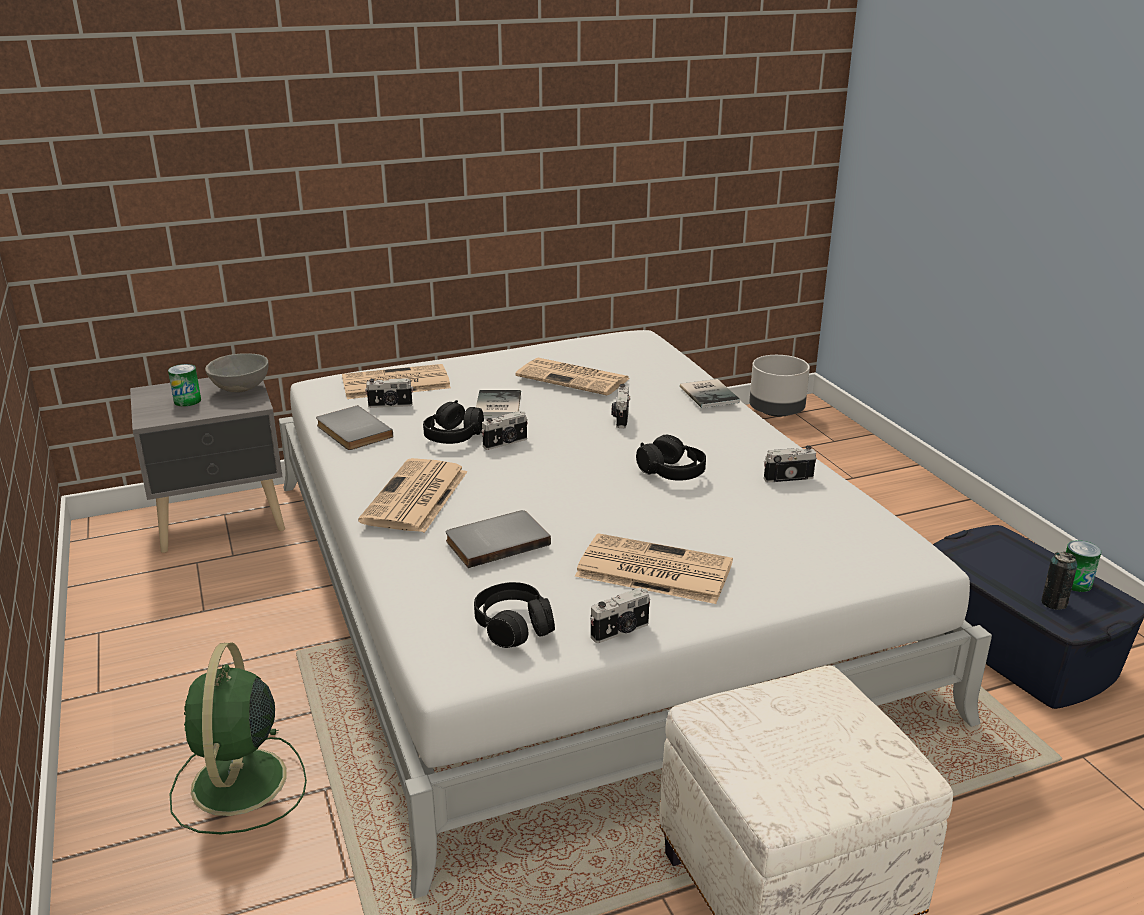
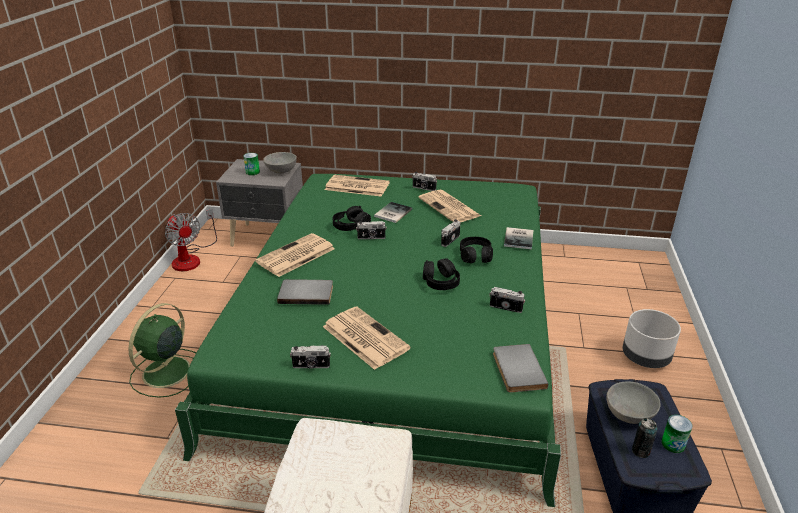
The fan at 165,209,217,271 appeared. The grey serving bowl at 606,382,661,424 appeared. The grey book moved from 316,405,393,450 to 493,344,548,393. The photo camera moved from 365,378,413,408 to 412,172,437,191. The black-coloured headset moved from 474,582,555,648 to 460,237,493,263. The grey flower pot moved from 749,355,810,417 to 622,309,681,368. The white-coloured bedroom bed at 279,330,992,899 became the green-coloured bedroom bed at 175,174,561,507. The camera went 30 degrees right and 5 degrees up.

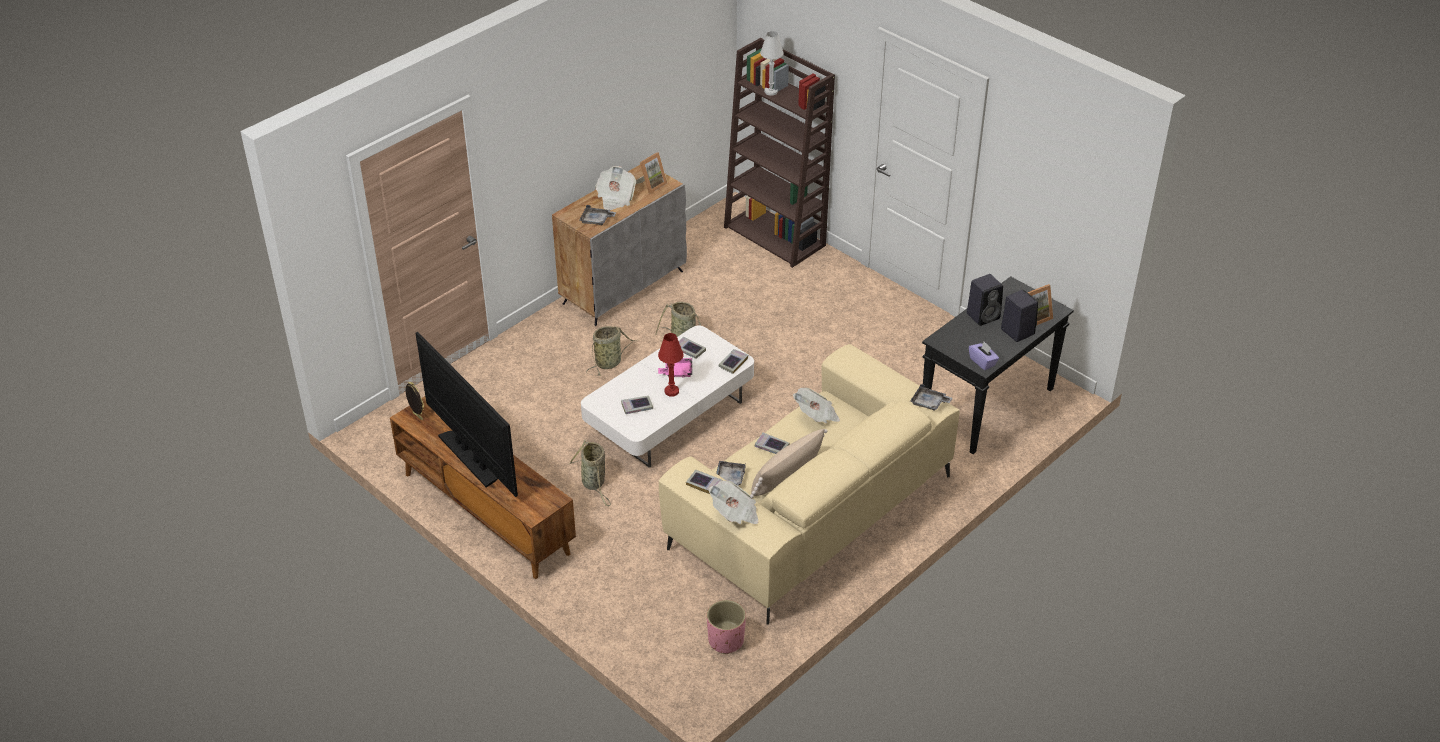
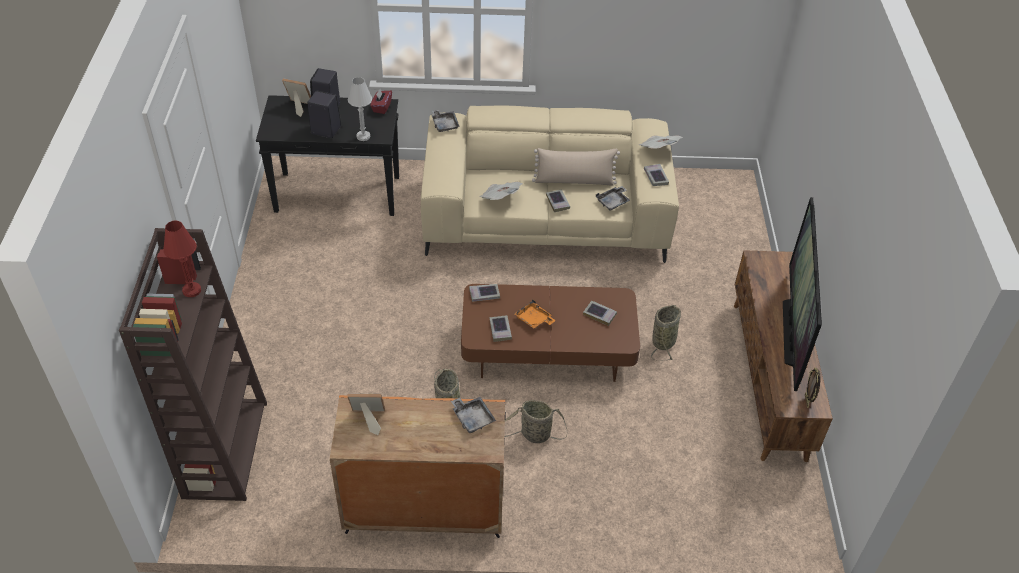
The daily paper at 595,166,636,210 disappeared. The pinkish flower pot at 707,600,746,654 disappeared. The red table lamp moved from 658,333,684,396 to 163,221,201,297. The white-coloured table lamp moved from 760,31,784,96 to 348,77,372,141. The grey storage cabinet at 552,165,687,326 became the orange storage cabinet at 330,395,506,538. The white-coloured low table at 581,326,754,468 became the brown-coloured low table at 461,284,640,382. The pinkish serving tray at 658,358,692,377 became the orange serving tray at 514,299,556,329. The purplish box of tissues at 969,342,999,370 became the red box of tissues at 370,89,392,114. The camera went 135 degrees left and 5 degrees up.

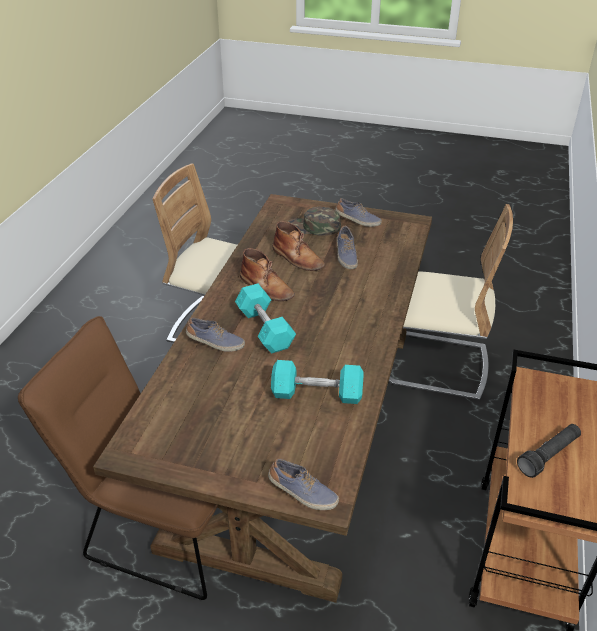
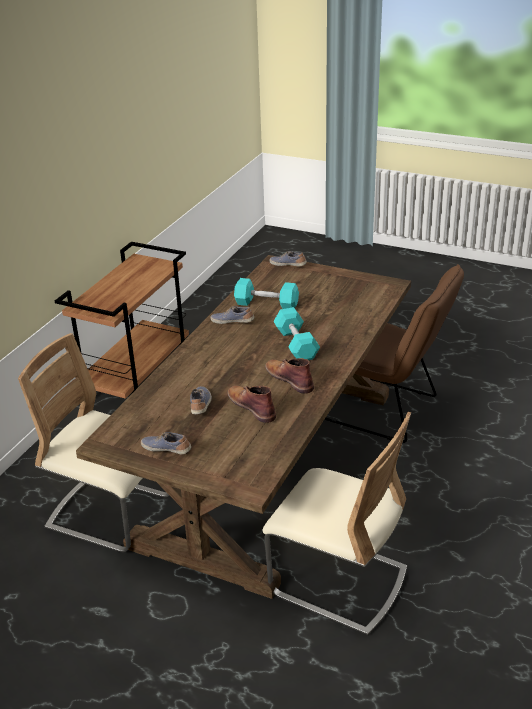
The green-coloured baseball cap at 288,207,341,236 disappeared. The black-coloured flashlight at 517,424,581,478 disappeared. The low shoe moved from 186,317,245,352 to 210,306,254,324. The camera went 170 degrees left and 5 degrees down.

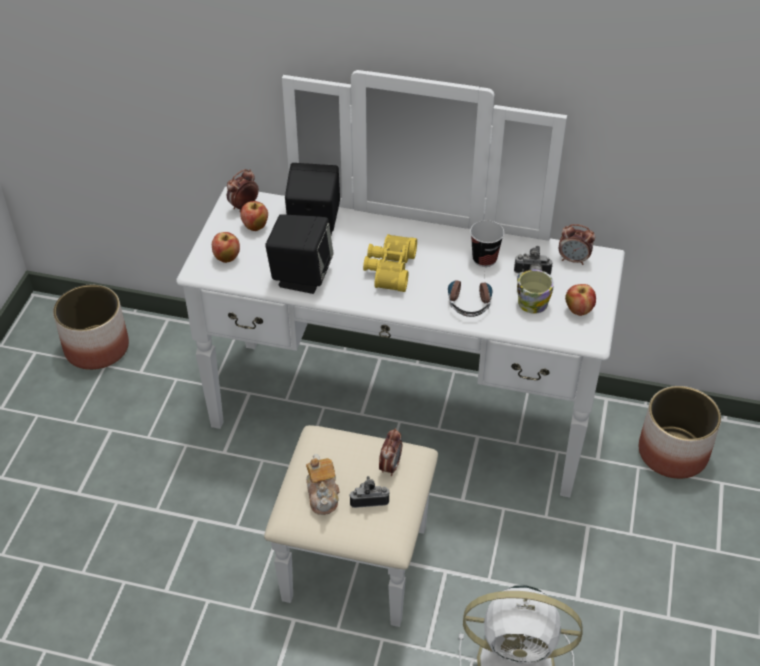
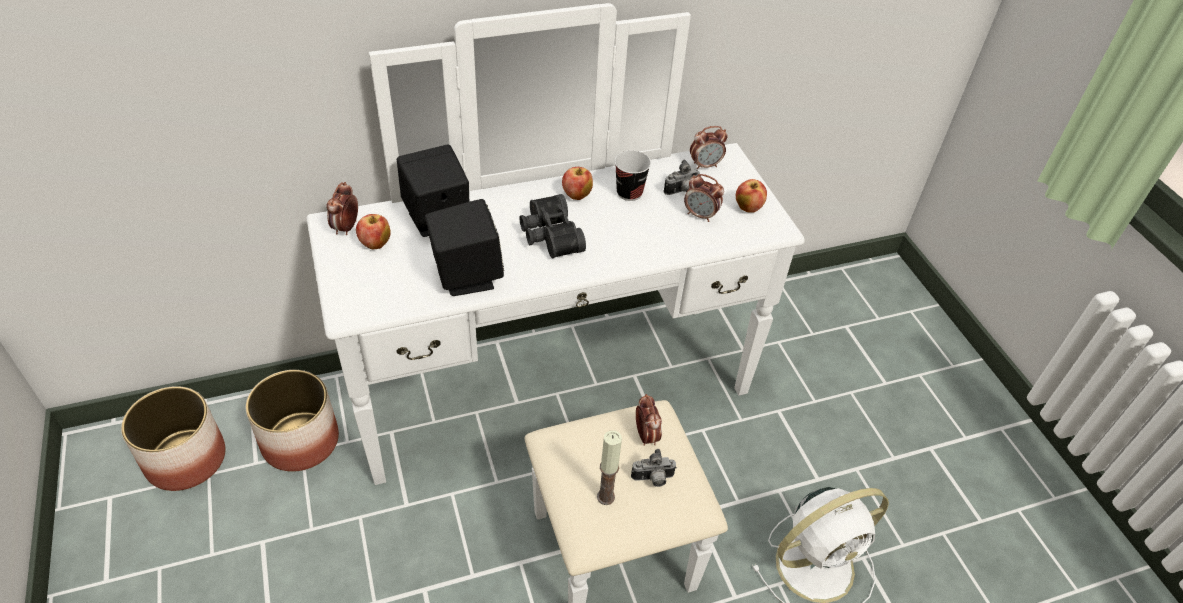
The headset at 448,271,492,317 disappeared. The apple fruit moved from 212,232,240,263 to 562,167,593,200. The flower pot moved from 639,386,721,479 to 246,370,339,472. The pot for tea at 306,454,340,515 was replaced by the wax candle at 597,430,622,505. The mug at 517,270,554,314 was replaced by the bedside clock at 684,174,724,222. The yellow field glasses at 363,234,417,292 became the black-coloured field glasses at 519,194,586,258. The photo camera at 349,476,390,508 turned 150 degrees counterclockwise. The camera went 35 degrees left and 0 degrees up.

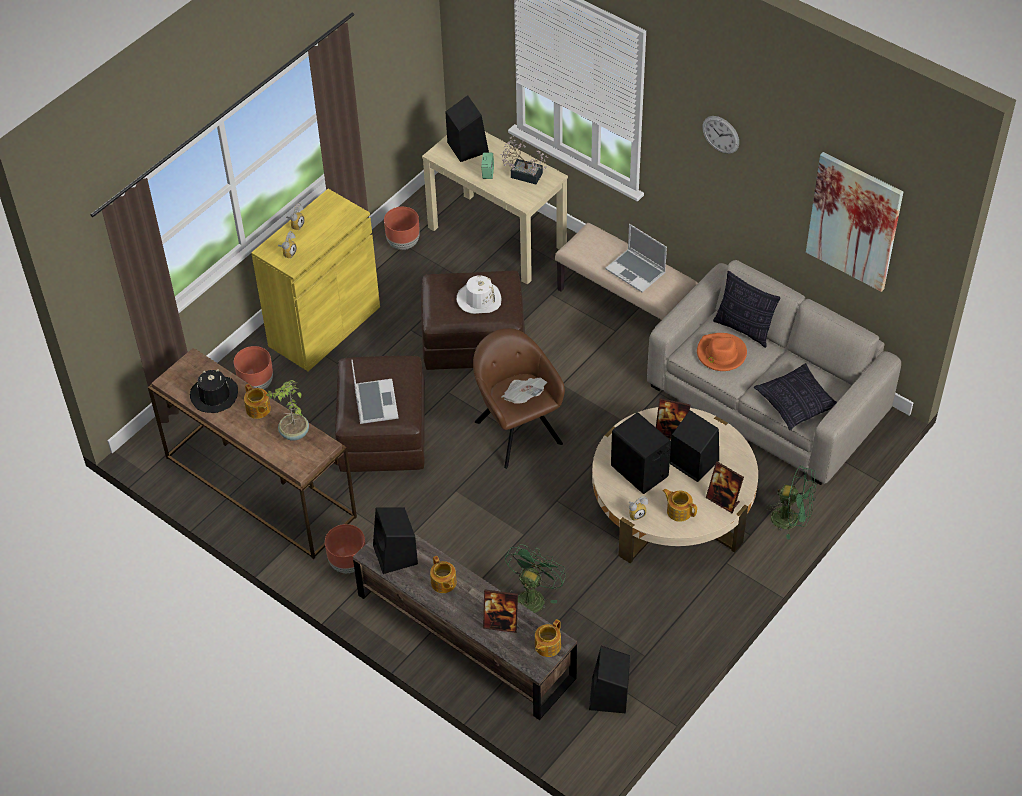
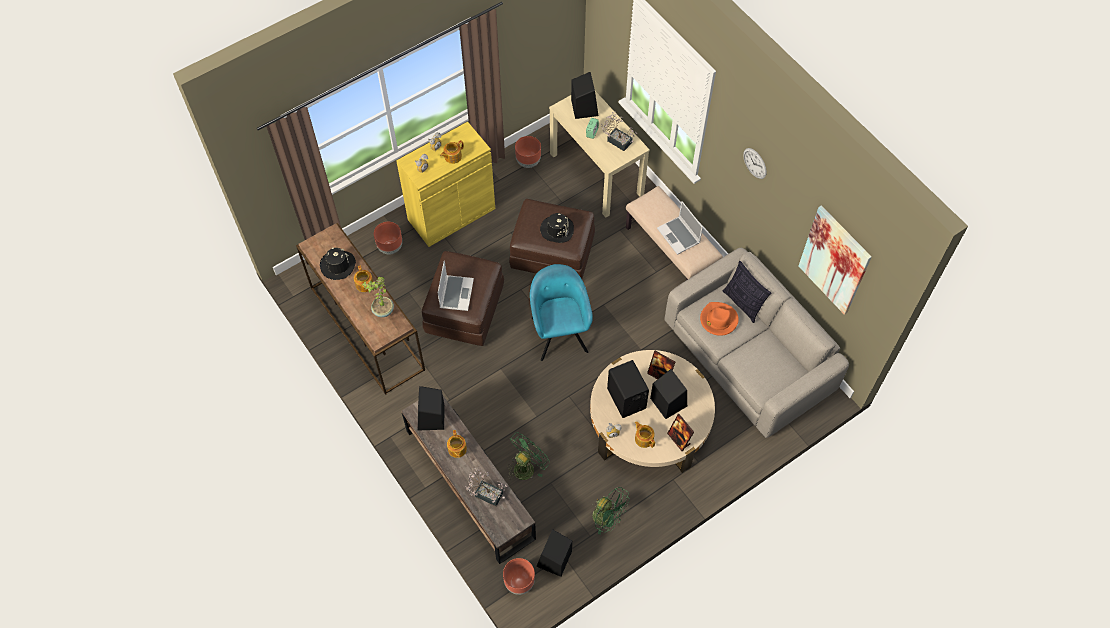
The daily paper at 501,378,547,404 disappeared. The throw pillow at 754,363,837,430 disappeared. The brown-coloured flower pot moved from 325,524,365,573 to 503,558,535,595. The pot for tea moved from 535,619,561,657 to 440,140,464,164. The green-coloured fan moved from 765,465,816,540 to 592,487,630,535. The photo frame at 483,589,518,633 was replaced by the houseplant at 465,467,508,506. The white-coloured clothing hat at 457,275,501,314 became the black-coloured clothing hat at 540,213,574,243. The brown-coloured easy chair at 473,328,565,469 became the blue-green easy chair at 530,264,593,361. The camera went 15 degrees right and 10 degrees up.

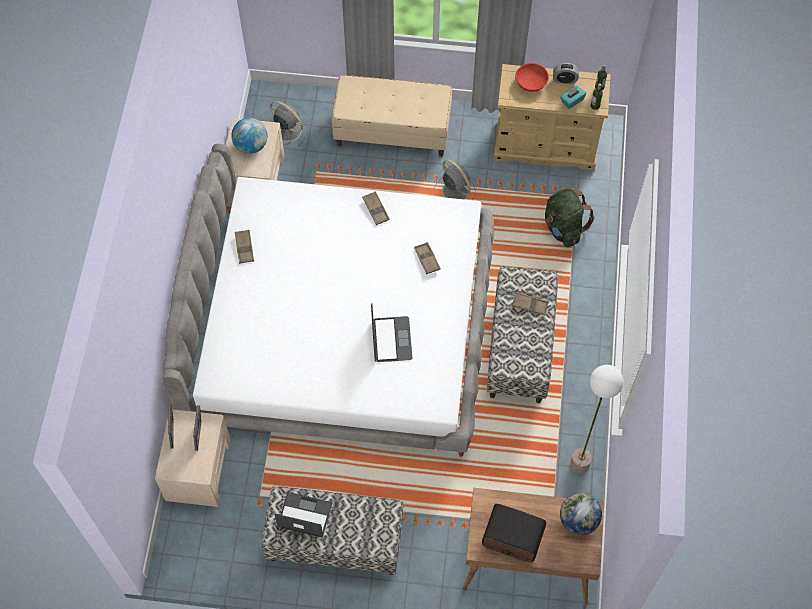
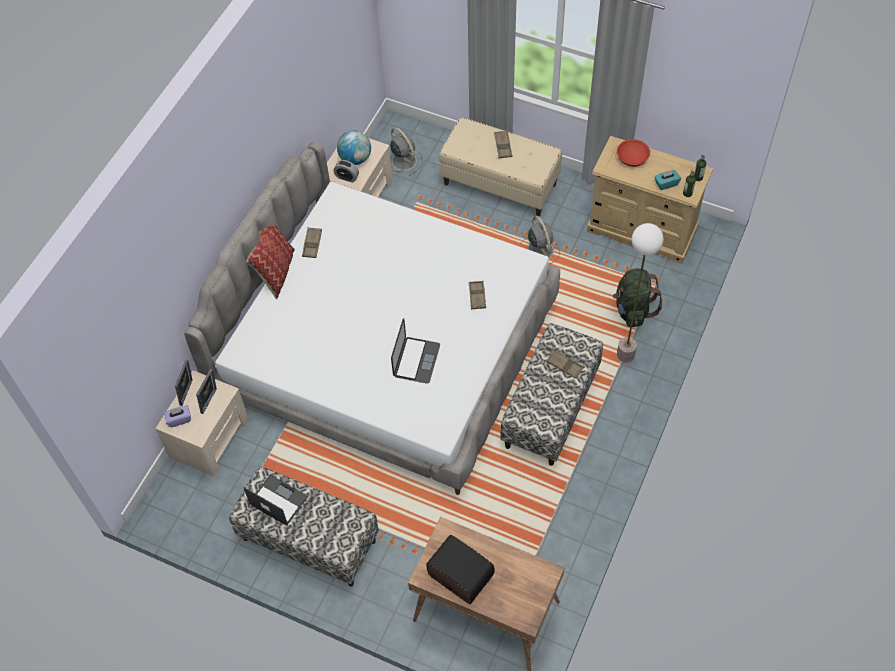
The desk globe at 560,493,602,535 disappeared. The purplish box of tissues at 164,405,191,427 appeared. The throw pillow at 246,225,295,299 appeared. The brown-coloured serving tray moved from 362,191,390,225 to 494,131,512,158. The bedside clock moved from 553,63,579,84 to 333,160,359,183. The floor lamp moved from 570,365,624,474 to 617,223,663,363. The camera went 20 degrees right and 5 degrees down.

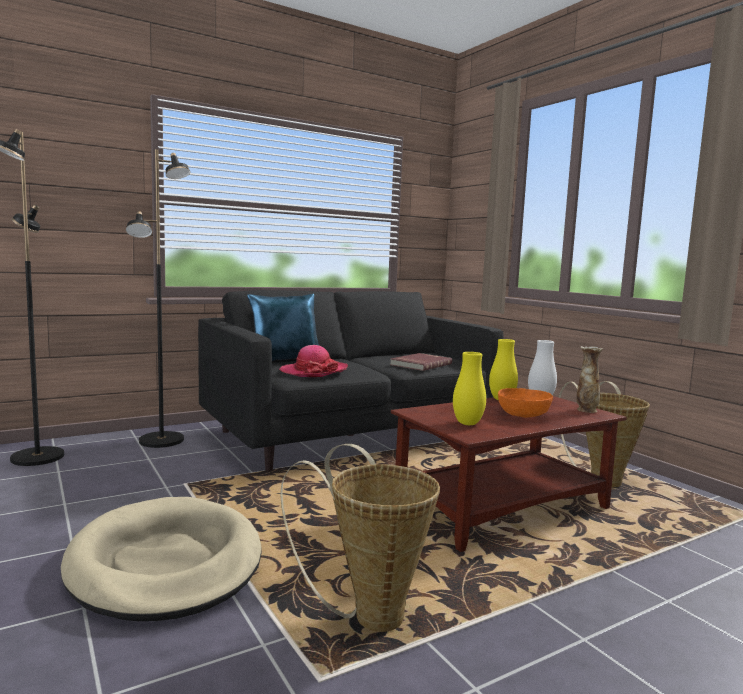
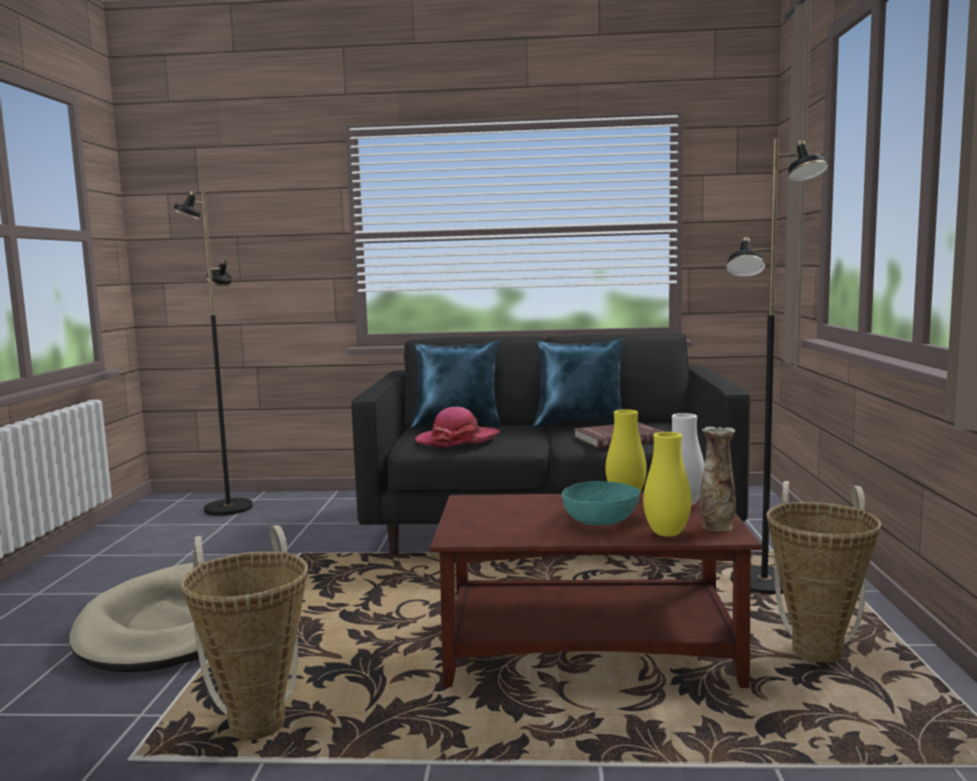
The blue-coloured throw pillow at 533,339,624,428 appeared. The black-coloured floor lamp moved from 126,149,190,448 to 726,139,828,594. The yellow flower vase moved from 453,352,486,425 to 643,432,691,537. The orange serving bowl at 498,388,553,418 became the blue-green serving bowl at 562,481,640,525. The camera went 35 degrees right and 0 degrees up.

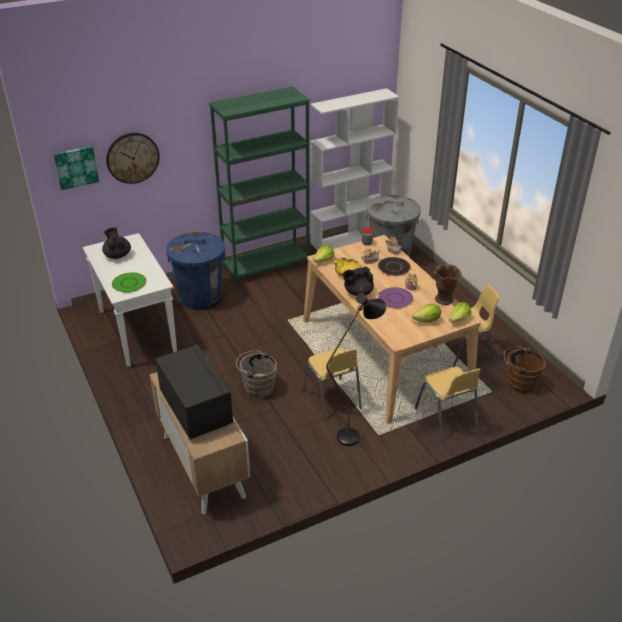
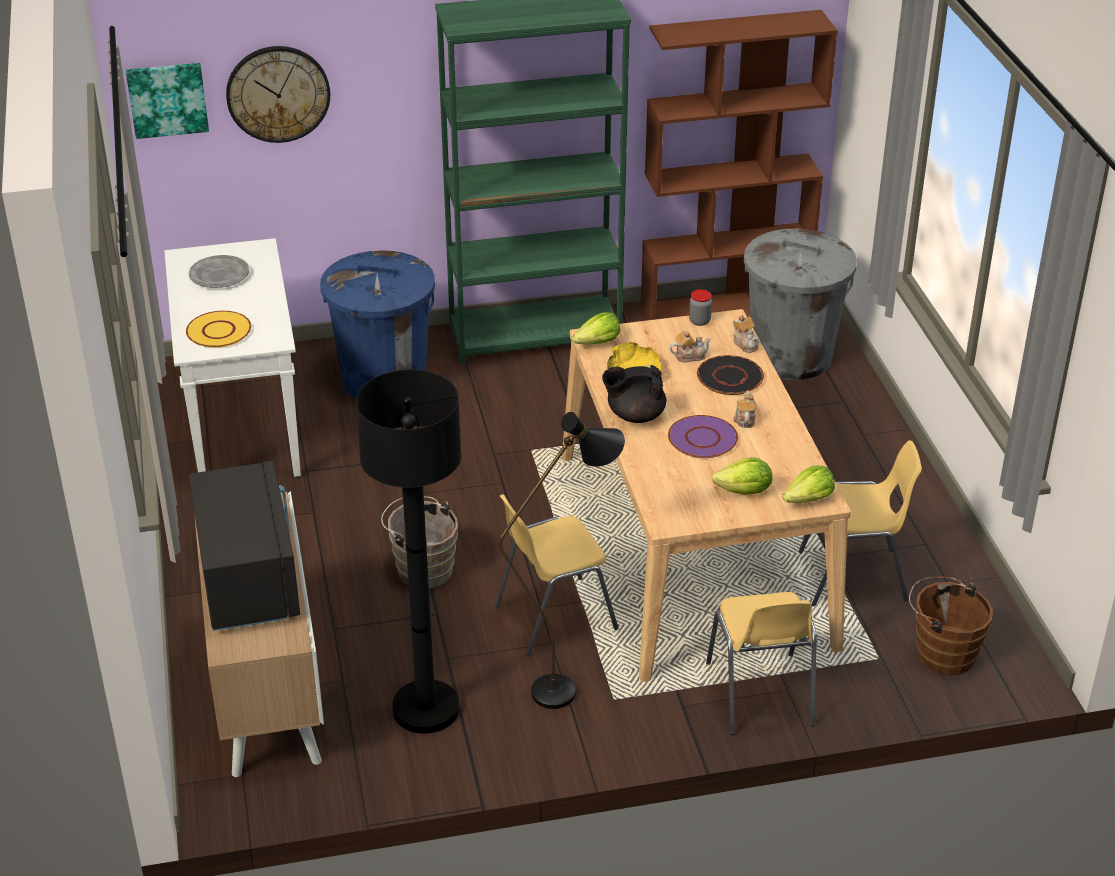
The brown-coloured flower vase at 434,264,462,305 disappeared. The black-coloured floor lamp at 356,370,461,734 appeared. The black-coloured pot for tea at 102,227,131,259 was replaced by the grey dinner plate at 189,255,249,288. The green-coloured dinner plate at 112,272,146,293 became the yellow dinner plate at 186,311,251,348. The white-coloured shelving unit at 310,88,399,251 became the brown-coloured shelving unit at 641,10,838,320. The yellow plain chair at 303,348,362,421 turned 75 degrees clockwise. The camera went 15 degrees right and 0 degrees up.

